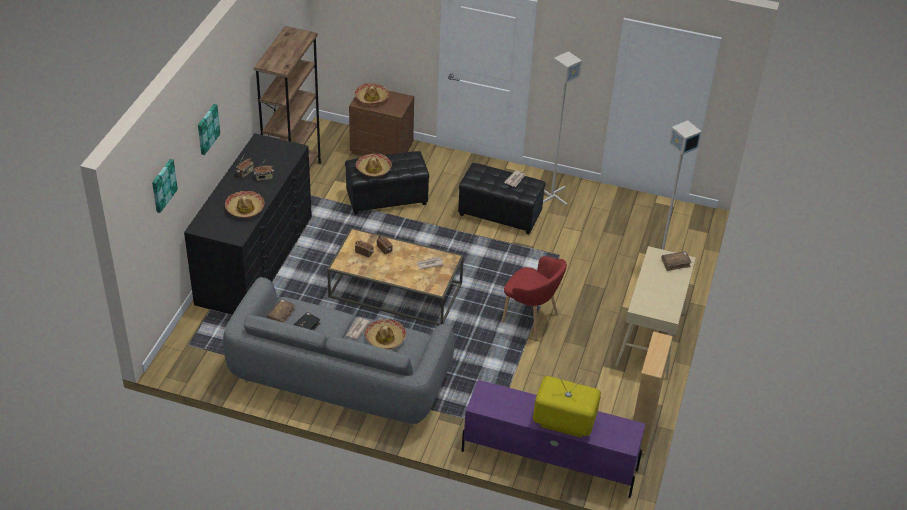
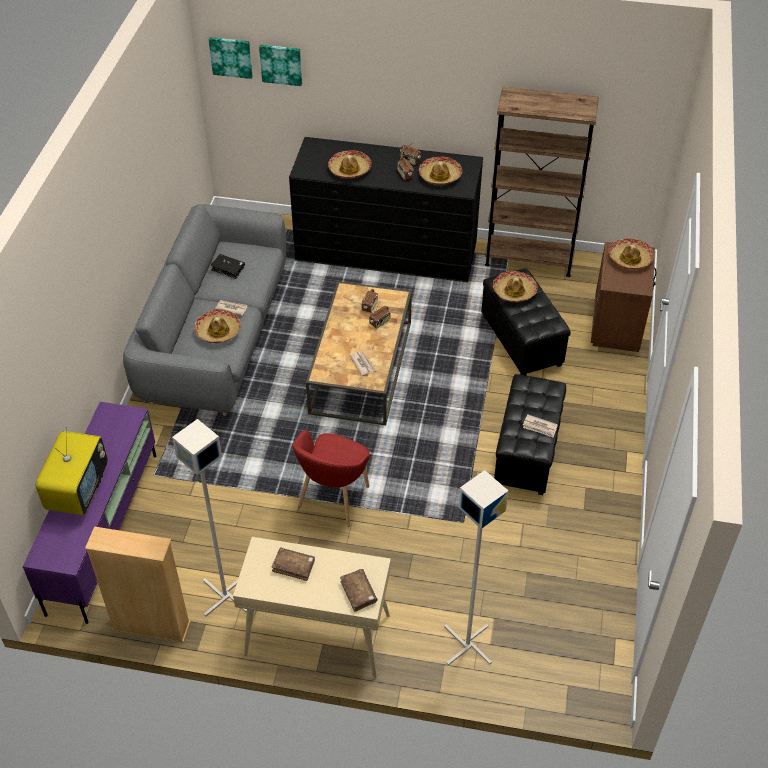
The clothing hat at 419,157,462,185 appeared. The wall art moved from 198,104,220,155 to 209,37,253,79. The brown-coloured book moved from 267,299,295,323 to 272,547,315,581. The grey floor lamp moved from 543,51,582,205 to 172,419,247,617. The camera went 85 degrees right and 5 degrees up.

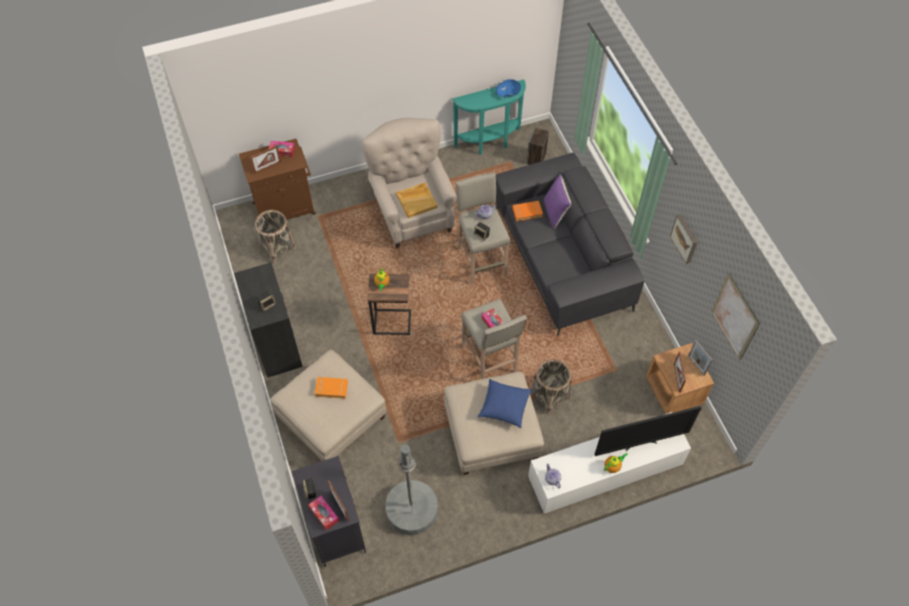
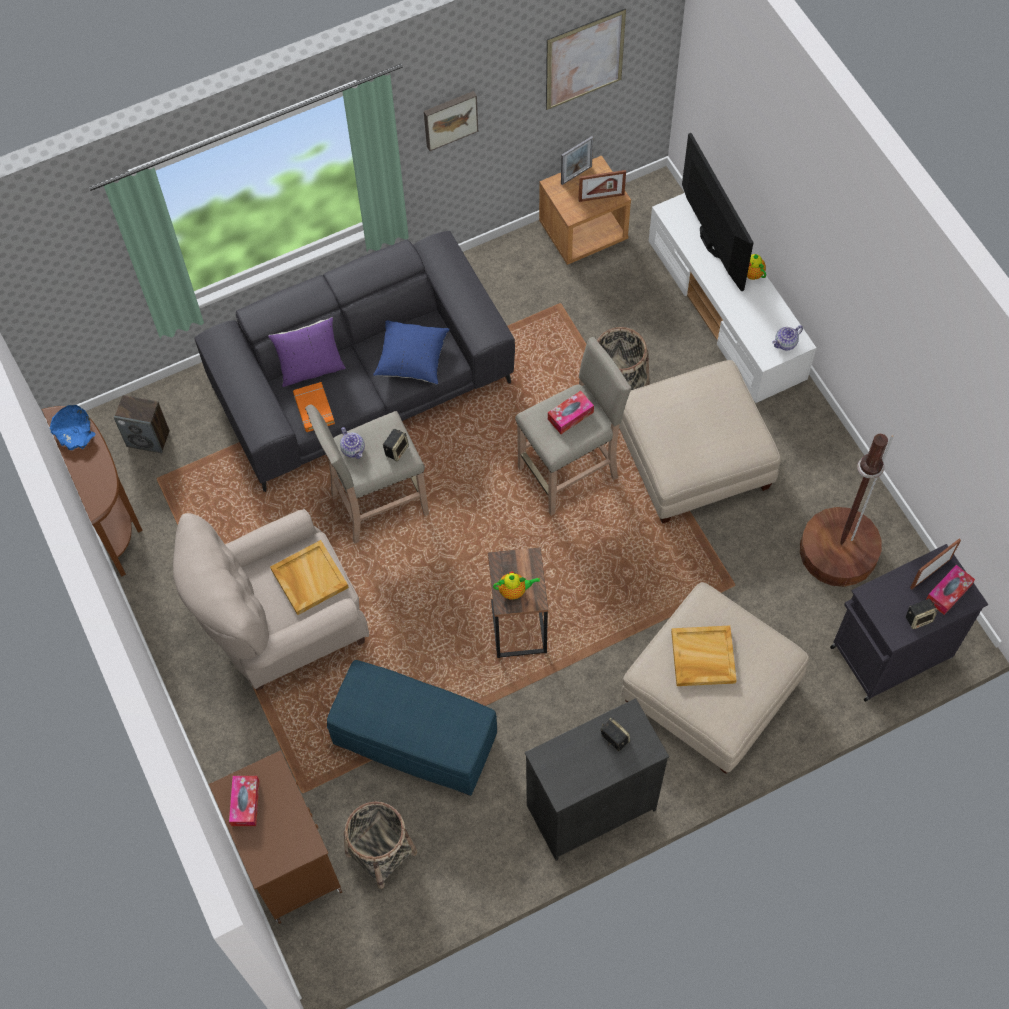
The photo frame at 250,145,281,174 disappeared. The blue-coloured footrest at 327,660,497,796 appeared. The blue-coloured throw pillow moved from 478,379,532,428 to 373,320,450,384. The orange book at 315,377,348,399 was replaced by the beige serving tray at 671,626,737,686. The grey floor lamp at 385,445,438,535 became the brown-coloured floor lamp at 800,434,894,587. The blue-green hall table at 452,79,526,155 became the brown-coloured hall table at 42,406,143,577. The camera went 95 degrees left and 5 degrees up.

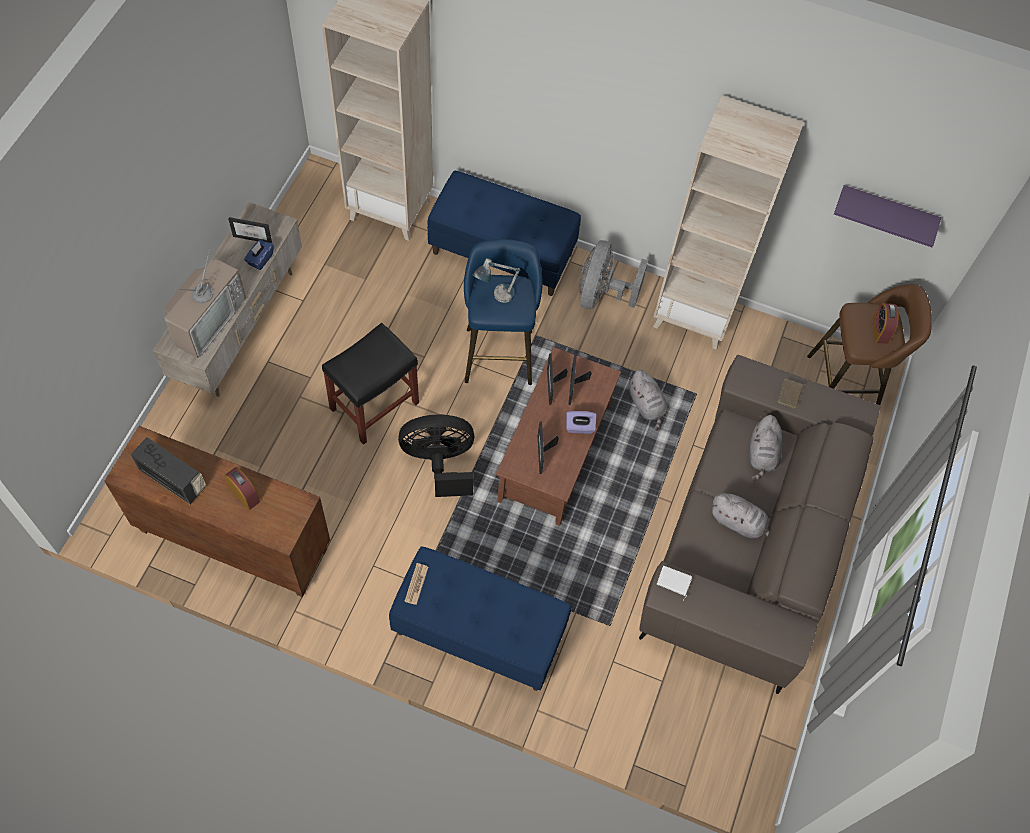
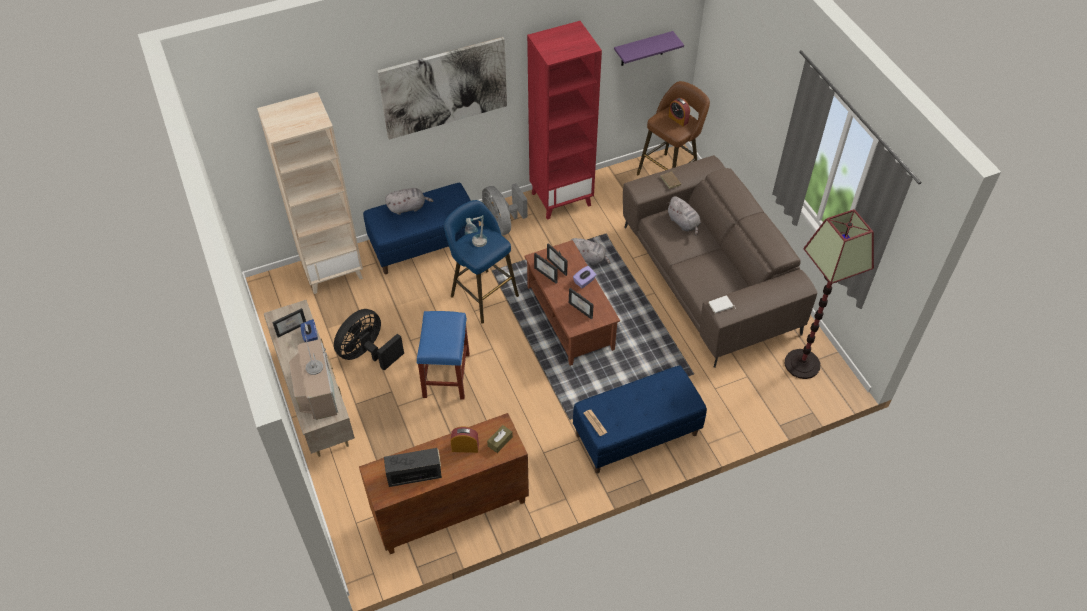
The wall art at 377,37,507,140 appeared. The brown-coloured box of tissues at 487,425,513,453 appeared. The floor lamp at 785,209,874,379 appeared. The black-coloured fan moved from 398,415,474,497 to 334,309,404,371. The grey cuddly toy moved from 711,493,769,539 to 385,188,434,215. The black-coloured stool at 322,323,419,445 became the blue-coloured stool at 417,311,470,400. The beige shelving unit at 653,95,804,350 became the red shelving unit at 527,21,602,220. The camera went 40 degrees left and 10 degrees down.

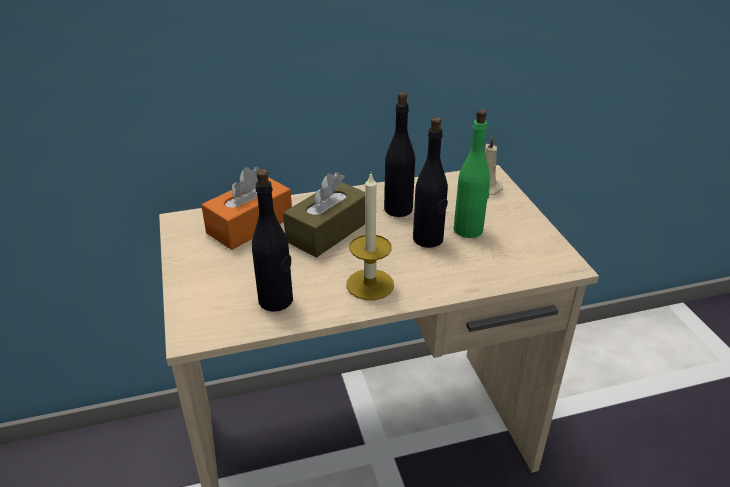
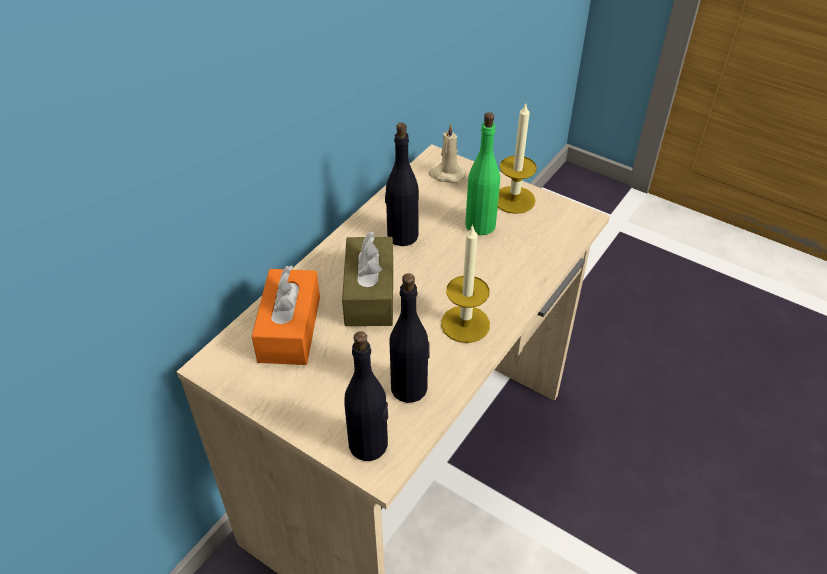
The wax candle at 498,103,537,214 appeared. The black-coloured beverage bottle moved from 413,117,448,248 to 344,331,388,461. The camera went 40 degrees left and 10 degrees up.

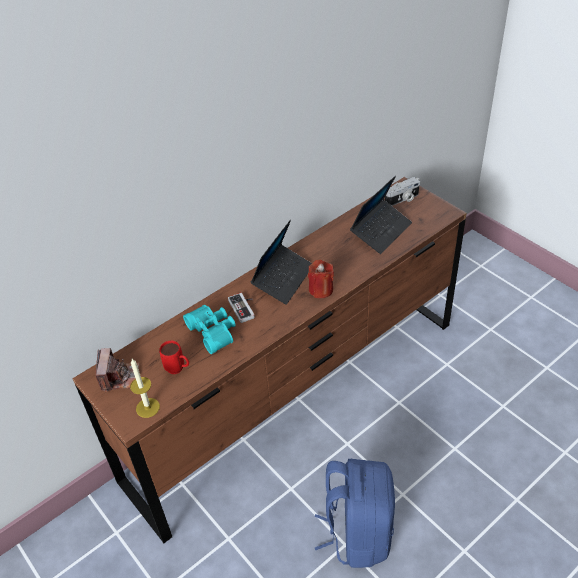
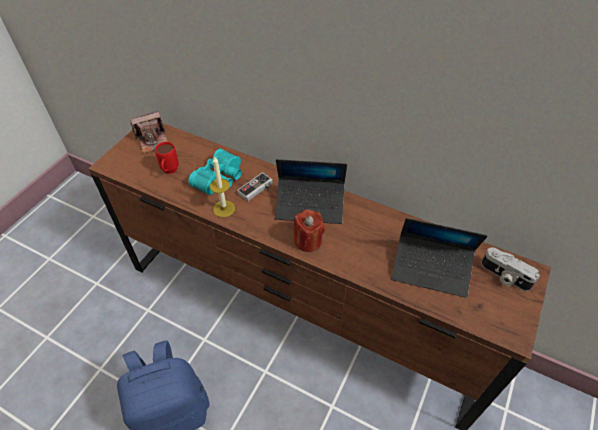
The wax candle moved from 130,359,160,418 to 210,156,235,217. The camera went 65 degrees right and 5 degrees up.

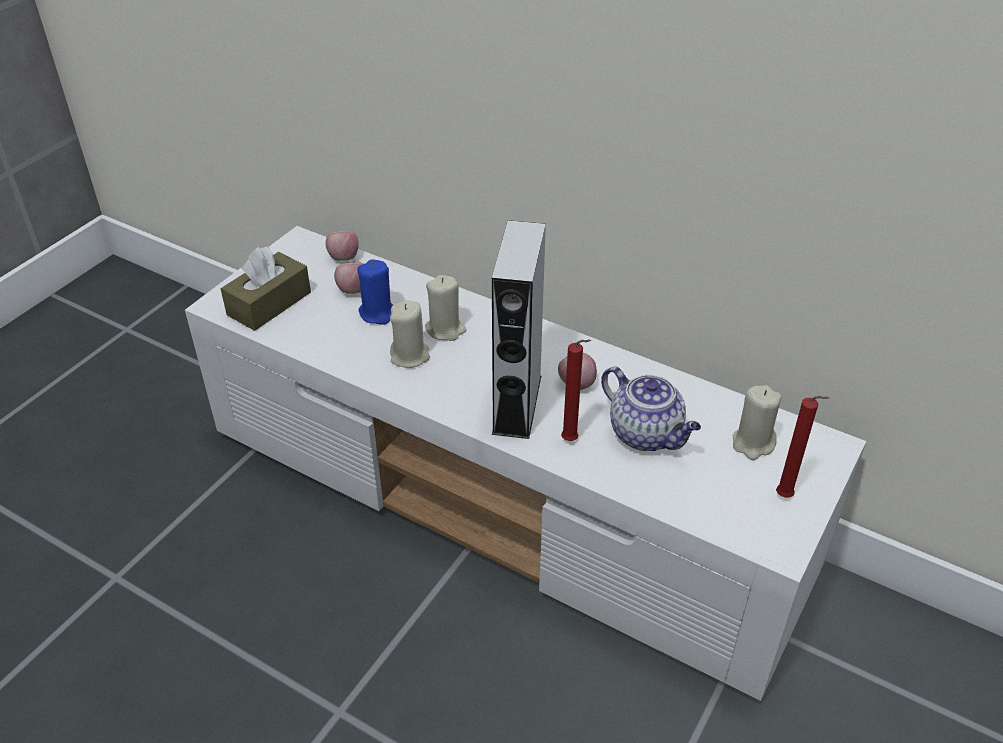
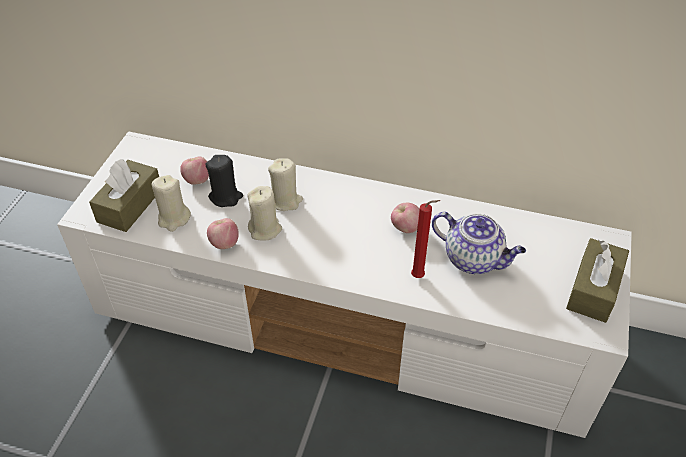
The grey audio speaker at 492,220,546,439 disappeared. The apple fruit moved from 326,230,359,260 to 207,218,239,249. The beige wax candle moved from 733,385,782,460 to 152,175,191,232. The red wax candle at 776,396,829,498 was replaced by the brown-coloured box of tissues at 566,238,629,323. The blue-coloured wax candle at 357,259,393,325 became the black-coloured wax candle at 205,155,243,207. The camera went 15 degrees left and 5 degrees up.

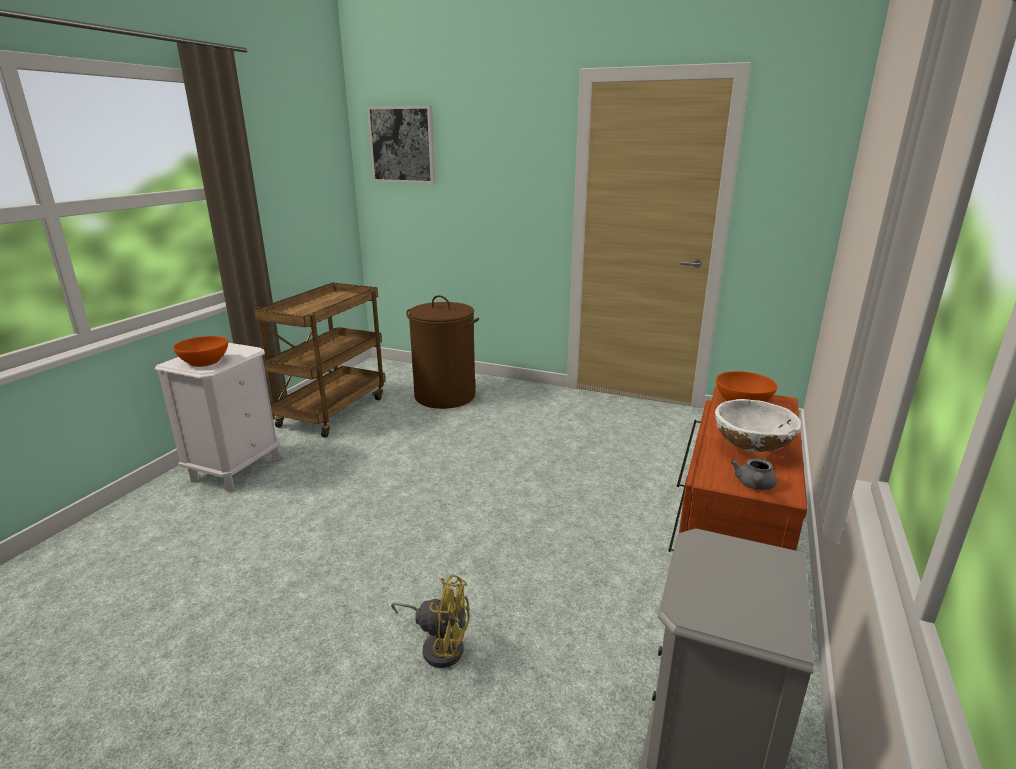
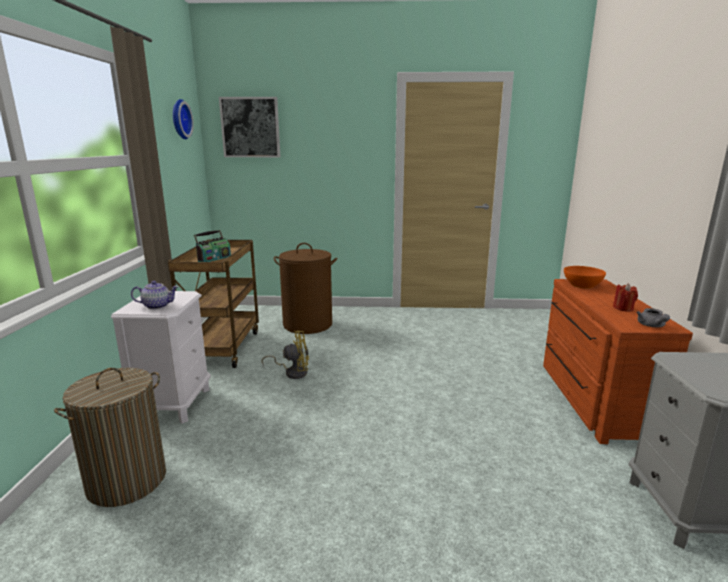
The hamper at 54,368,166,507 appeared. The wall clock at 173,99,194,139 appeared. The radio set at 194,230,231,262 appeared. The yellow fan moved from 391,575,470,668 to 262,331,309,379. The orange serving bowl at 173,336,228,367 was replaced by the pot for tea at 131,281,178,309. The white-coloured serving bowl at 715,399,801,452 was replaced by the red wax candle at 613,284,638,312. The camera went 20 degrees left and 5 degrees down.

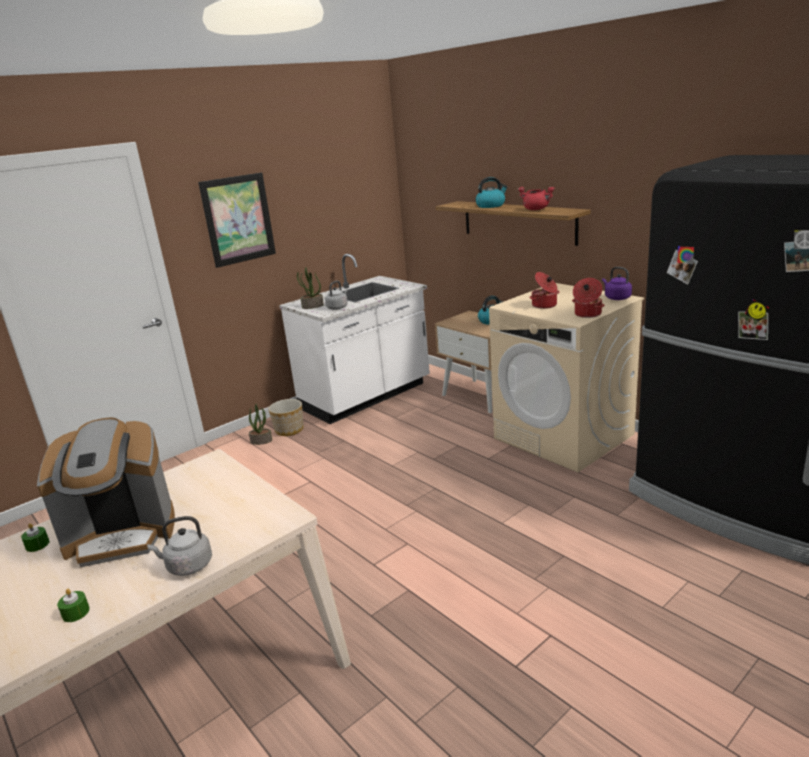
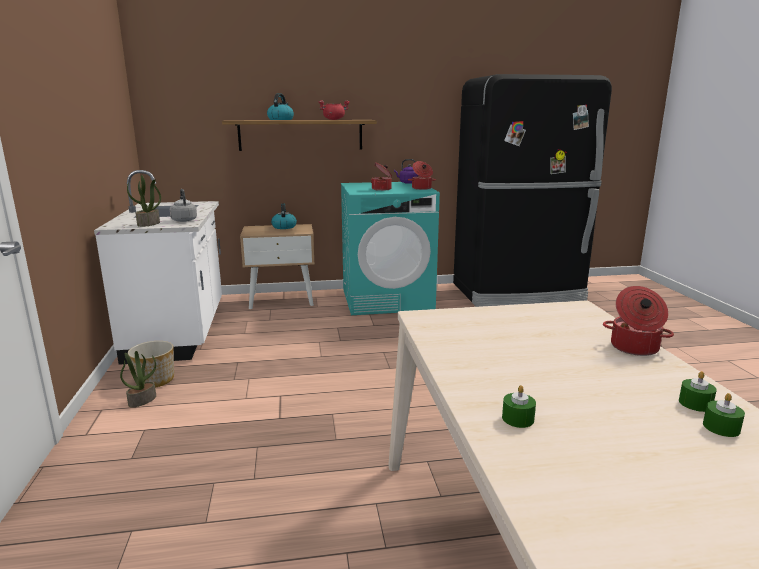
The coffee brewer at 37,417,175,567 disappeared. The wall art at 198,172,276,268 disappeared. The green-coloured wax candle at 703,393,745,437 appeared. The grey tea kettle at 147,516,212,576 was replaced by the stockpot at 603,286,674,356. The beige laundry appliance at 489,283,644,472 became the blue-green laundry appliance at 341,182,440,315. The camera went 60 degrees left and 5 degrees down.

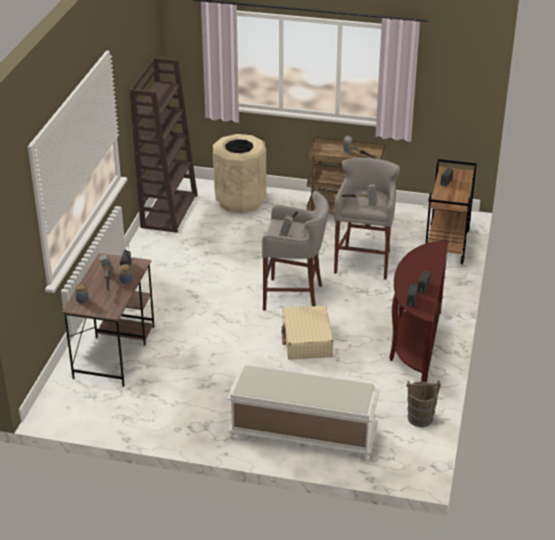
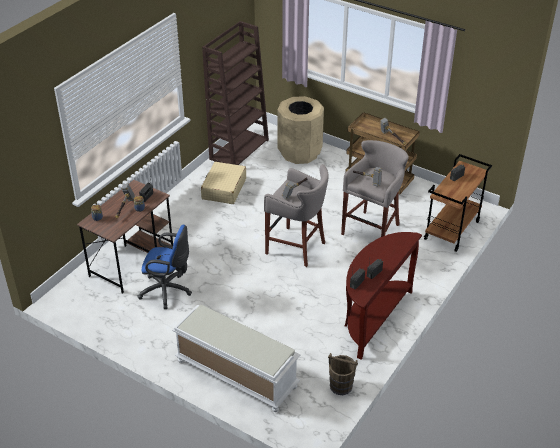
The blue-coloured desk chair at 137,225,192,309 appeared. The beige travel case moved from 281,306,334,360 to 201,162,246,204. The camera went 20 degrees right and 5 degrees up.

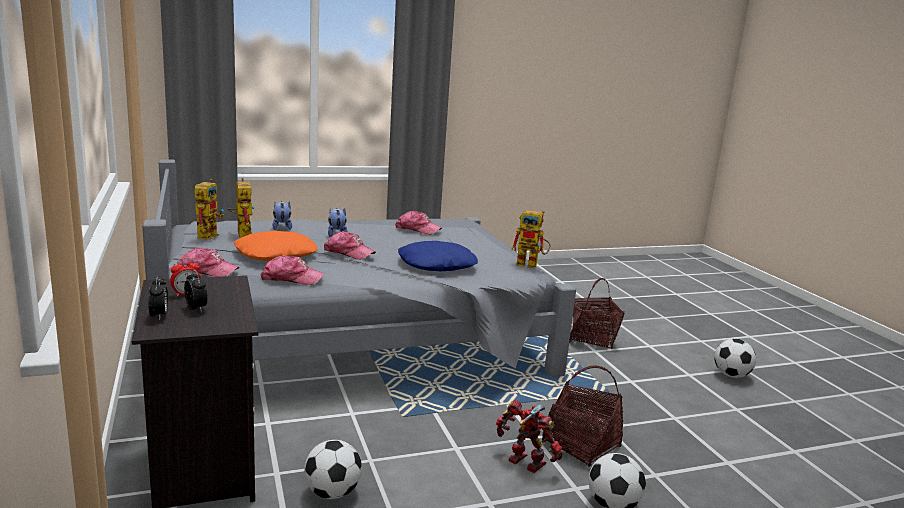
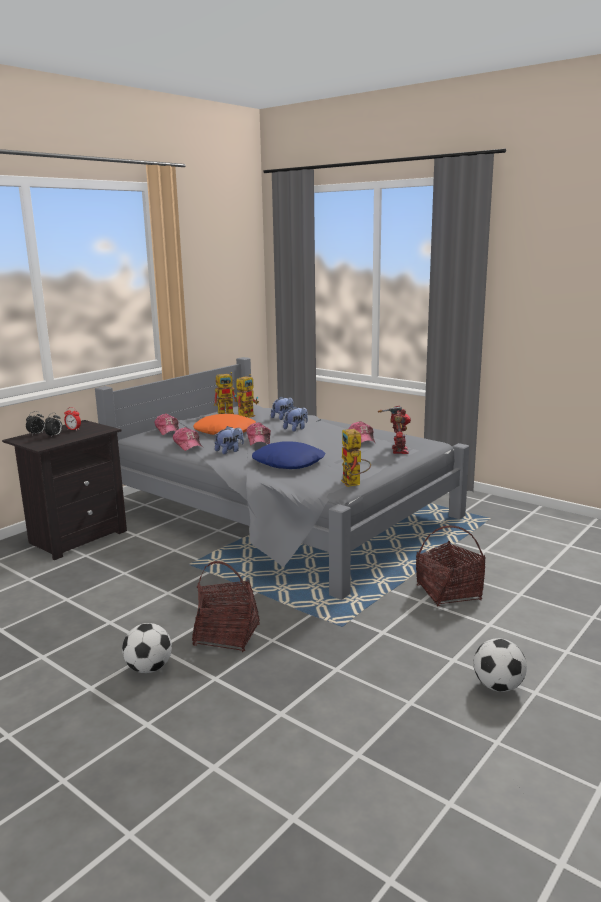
The football ball at 304,440,362,499 disappeared. The cuddly toy at 214,426,244,454 appeared. The toy robot moved from 496,399,563,473 to 378,405,411,454. The camera went 60 degrees right and 0 degrees up.

